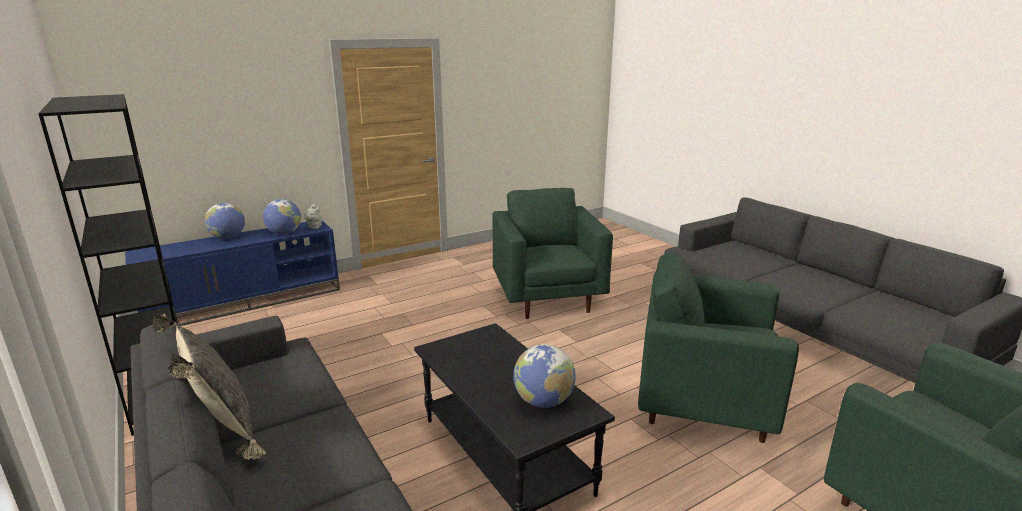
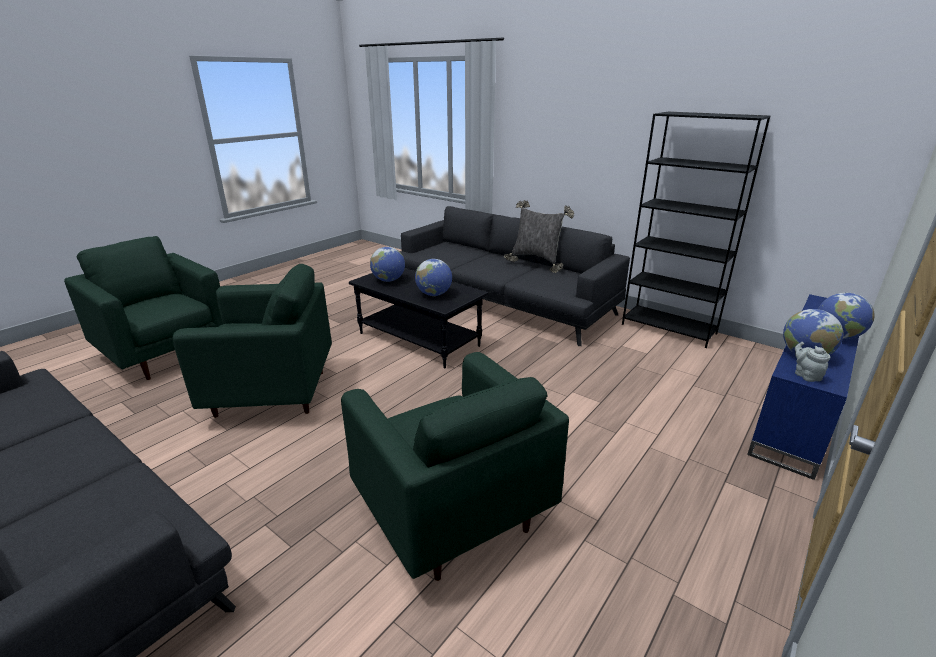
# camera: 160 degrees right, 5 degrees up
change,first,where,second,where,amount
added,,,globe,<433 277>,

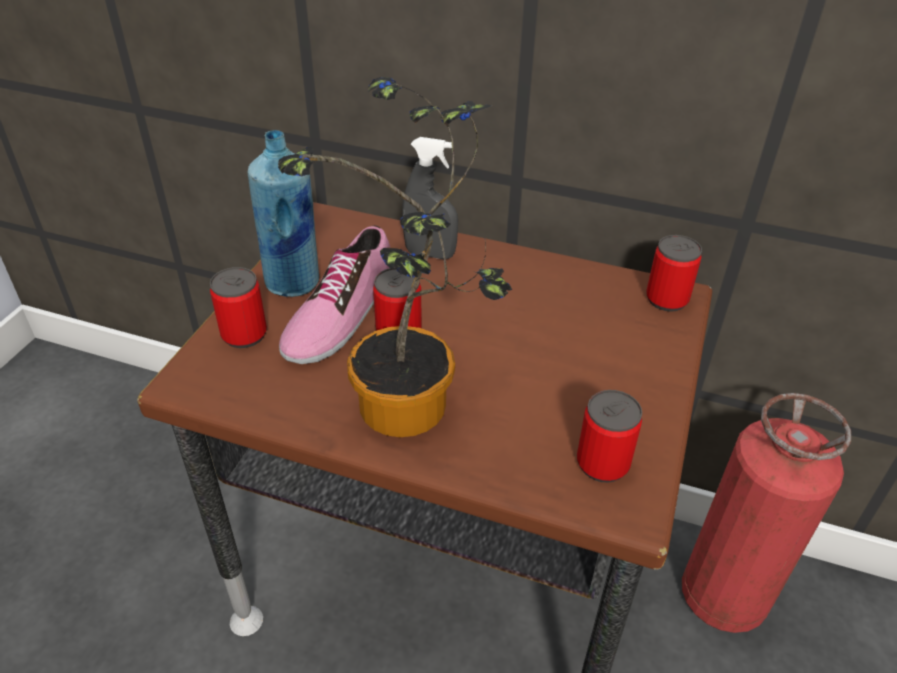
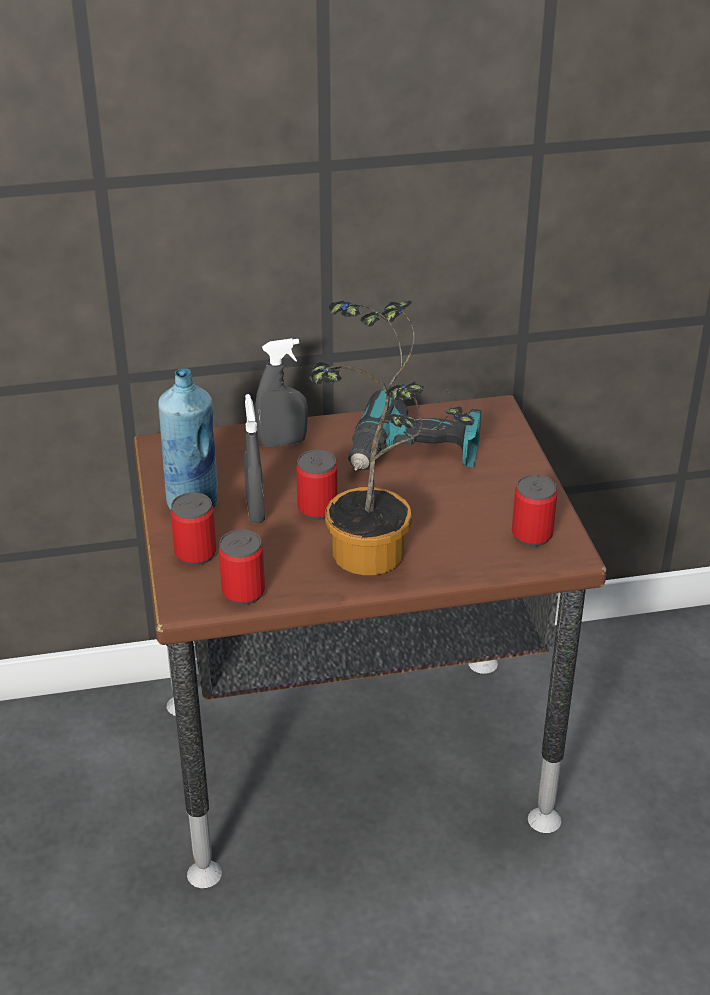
# camera: 30 degrees left, 5 degrees down
change,first,where,second,where,amount
replaced,shoe,<335 294>,spray bottle (grey),<254 459>,
moved,can,<674 273>,,<242 567>,
removed,fire extinguisher,<766 513>,,,
added,,,power drill,<414 430>,

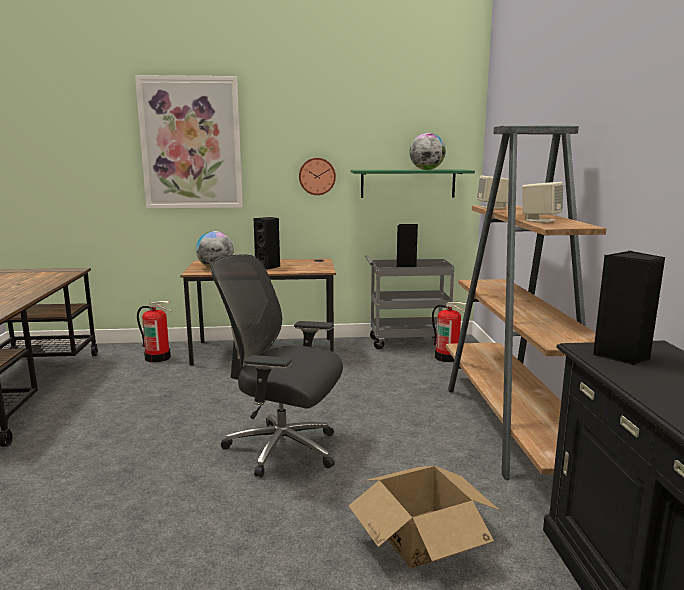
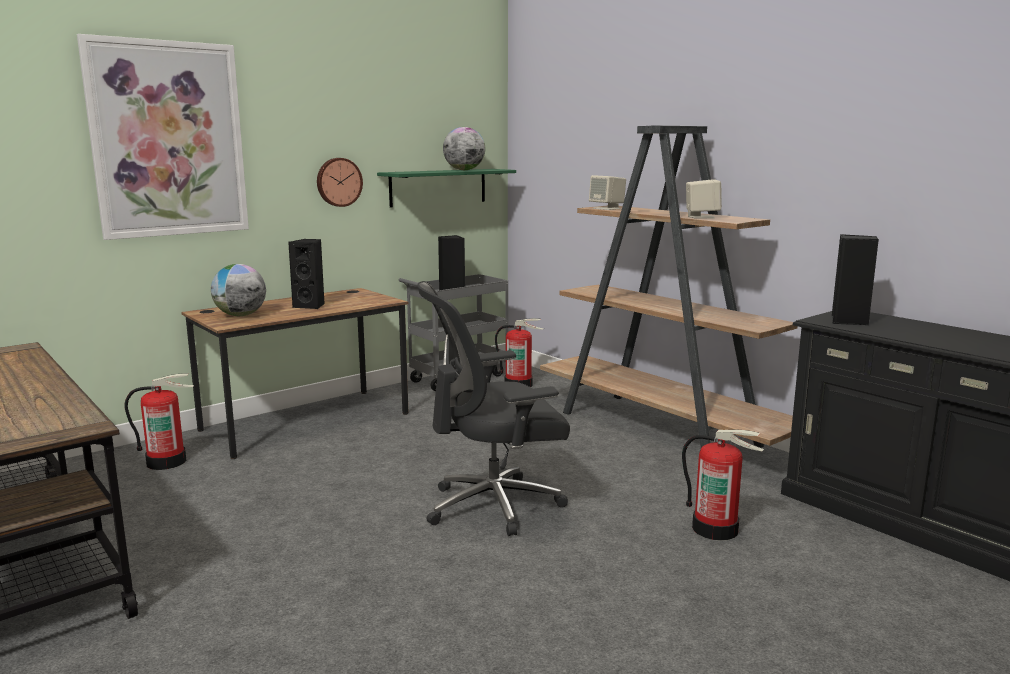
# camera: 35 degrees left, 0 degrees up
change,first,where,second,where,amount
replaced,cardboard box,<424 517>,fire extinguisher,<723 485>,

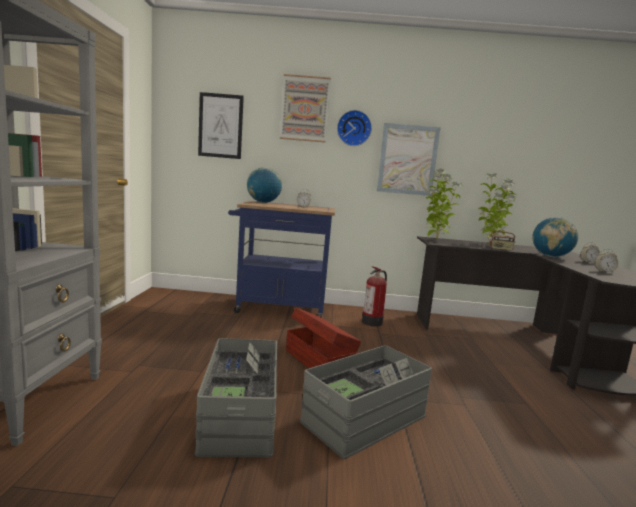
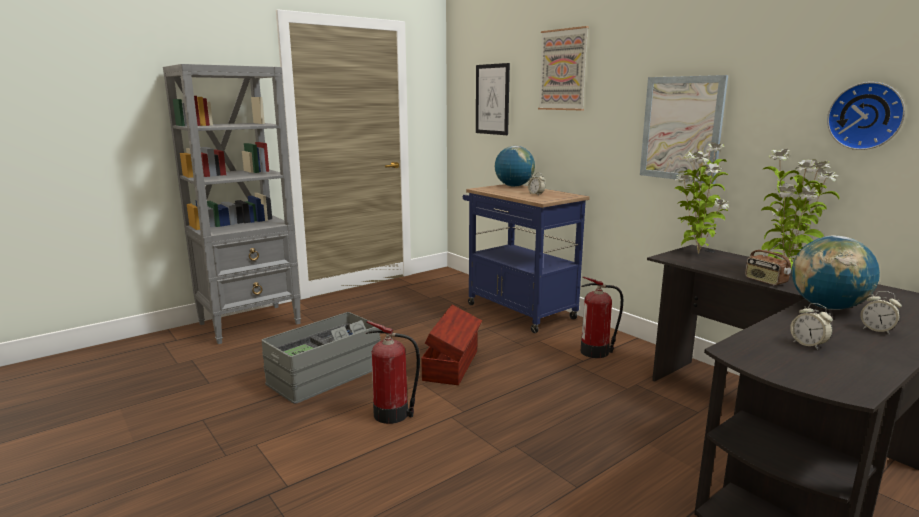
# camera: 50 degrees right, 5 degrees up
change,first,where,second,where,amount
moved,wall clock,<354 128>,,<866 116>,
replaced,storage box (grey),<366 402>,fire extinguisher,<393 372>,

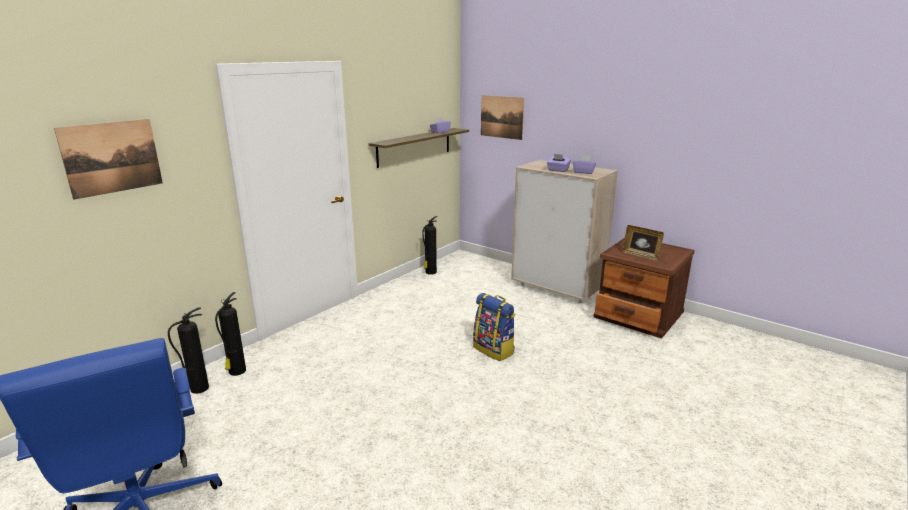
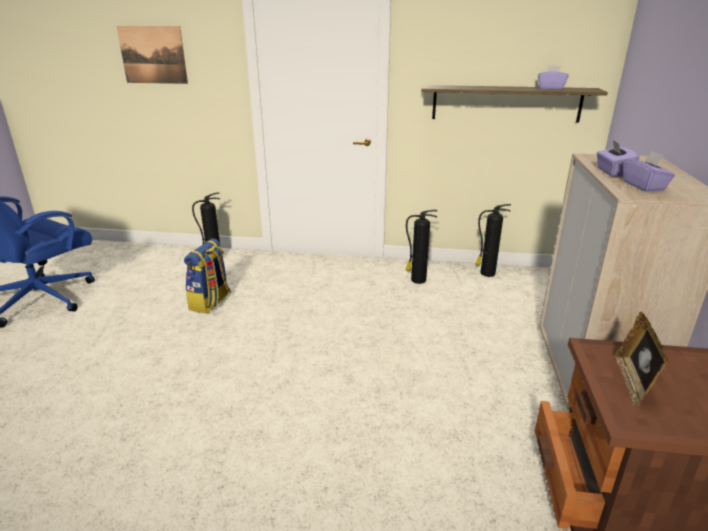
# camera: 60 degrees right, 5 degrees up
change,first,where,second,where,amount
removed,picture,<502 117>,,,
moved,backpack,<494 327>,,<207 276>,
moved,fire extinguisher,<188 350>,,<421 247>,

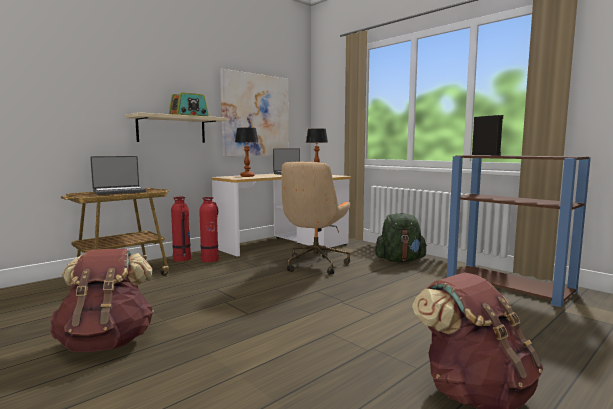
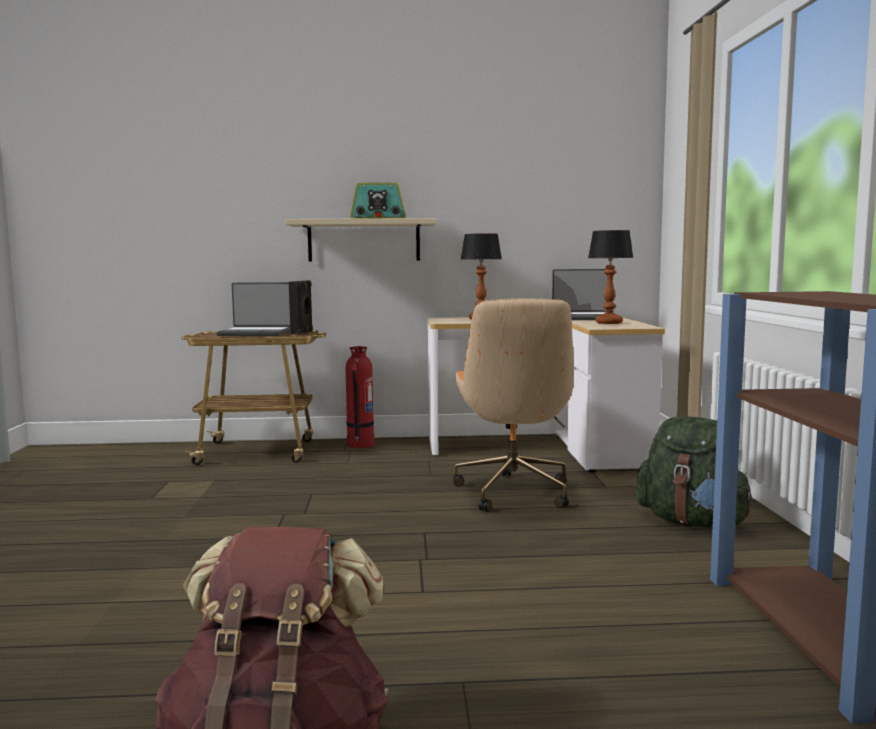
# camera: 40 degrees right, 0 degrees up
change,first,where,second,where,amount
removed,picture,<254 112>,,,
moved,speaker (black),<487 135>,,<301 307>,
turned,office chair (orange),<316 218>,,<513 405>,60 degrees counterclockwise
removed,fire extinguisher,<209 229>,,,
removed,backpack (brown),<102 300>,,,

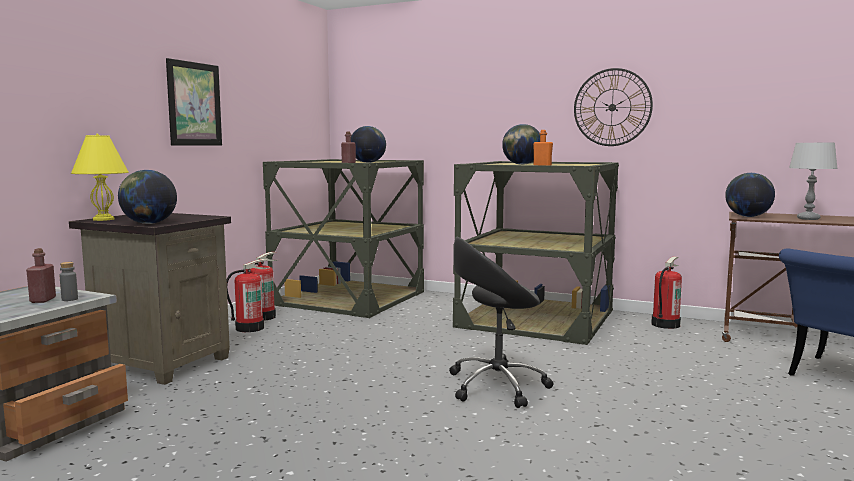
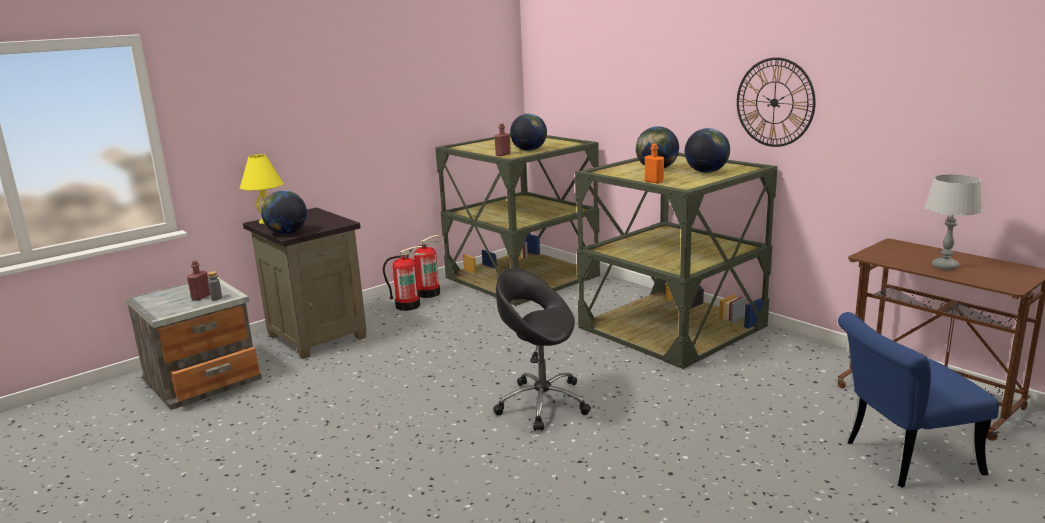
# camera: 25 degrees right, 10 degrees up
change,first,where,second,where,amount
removed,picture,<194 102>,,,
moved,globe,<750 195>,,<707 150>,
removed,fire extinguisher,<666 292>,,,

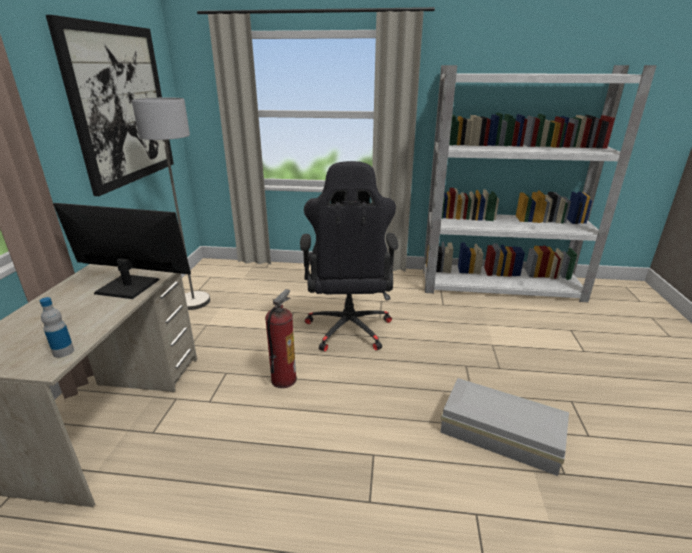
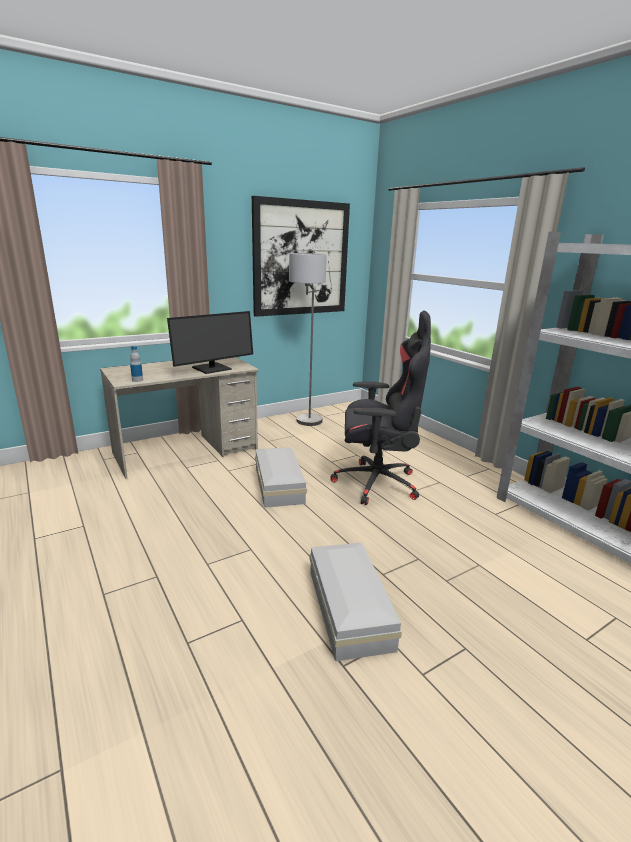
# camera: 50 degrees right, 5 degrees down
change,first,where,second,where,amount
turned,office chair (black),<349 256>,,<380 407>,135 degrees counterclockwise
turned,monitor,<122 251>,,<210 342>,75 degrees clockwise
replaced,fire extinguisher,<281 338>,storage box (white),<281 477>,

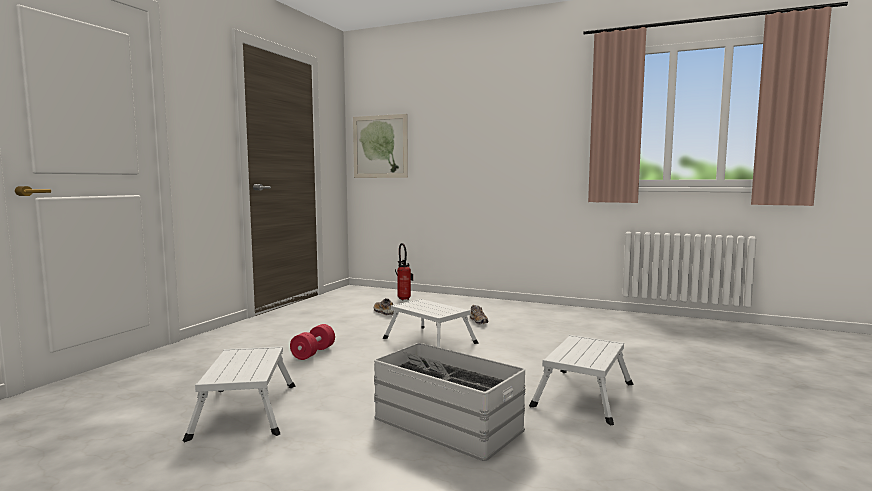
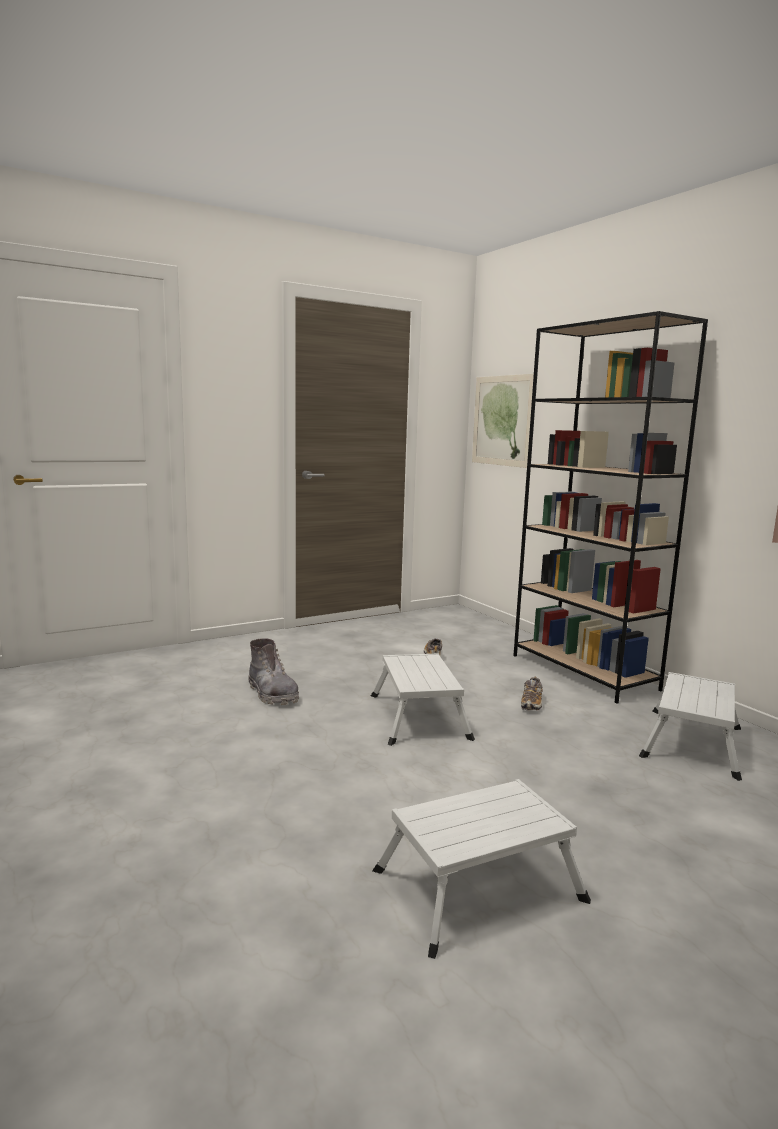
# camera: 35 degrees right, 5 degrees up
change,first,where,second,where,amount
removed,fire extinguisher,<404 271>,,,
replaced,dumbbell (red),<312 342>,boot (grey),<274 671>,
removed,storage box (grey),<449 402>,,,
moved,step ladder (white),<239 394>,,<690 726>,
added,,,bookcase (beige),<610 507>,

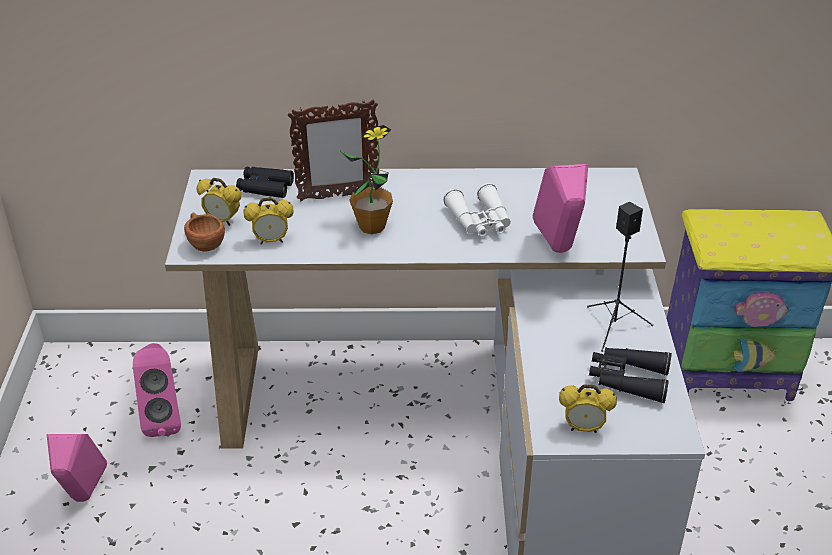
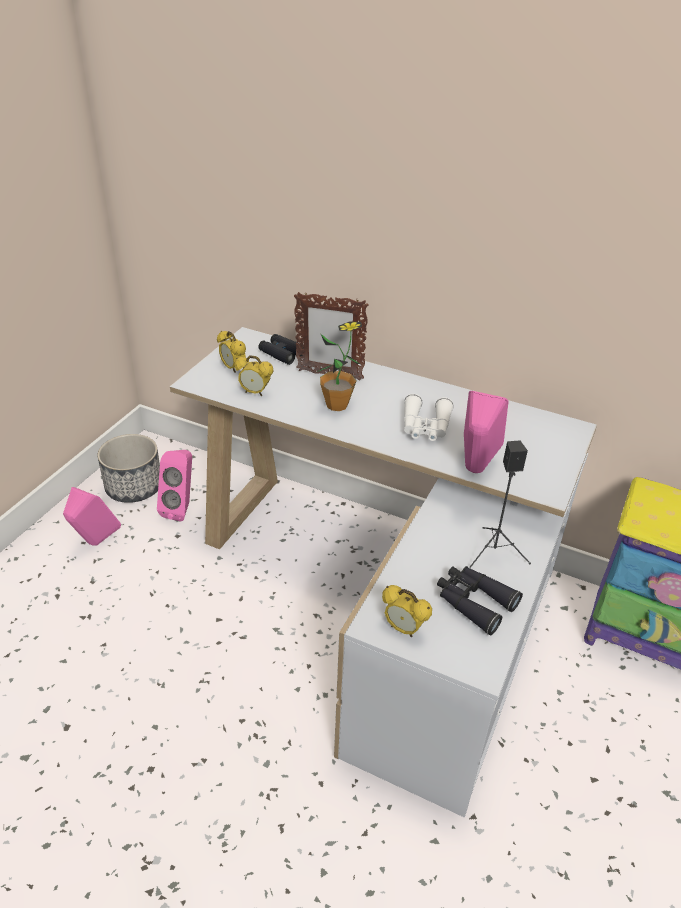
# camera: 25 degrees right, 0 degrees up
change,first,where,second,where,amount
removed,cup (brown),<204 232>,,,
added,,,planter,<128 468>,

